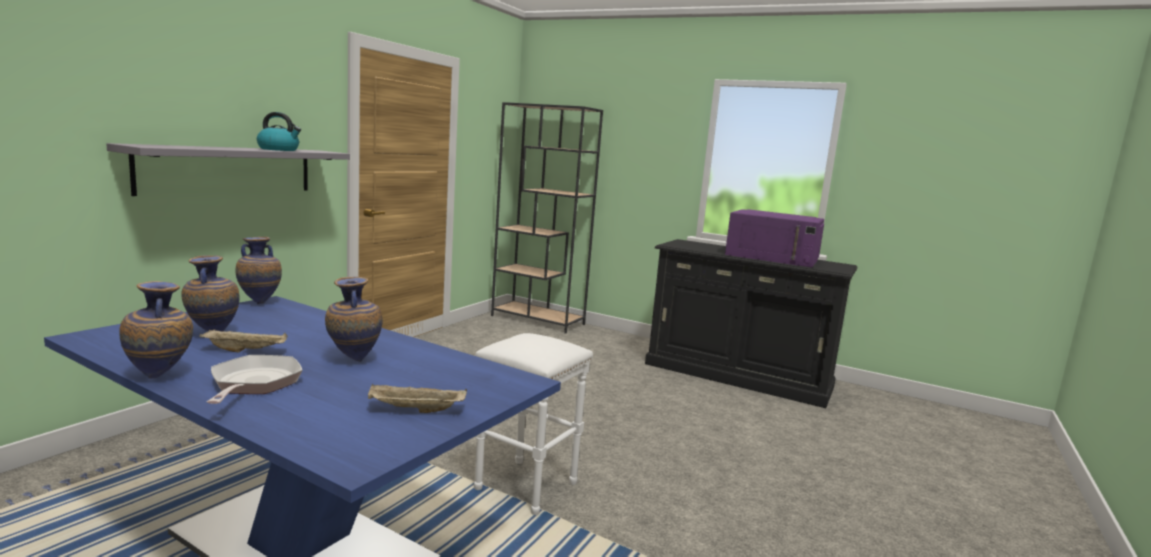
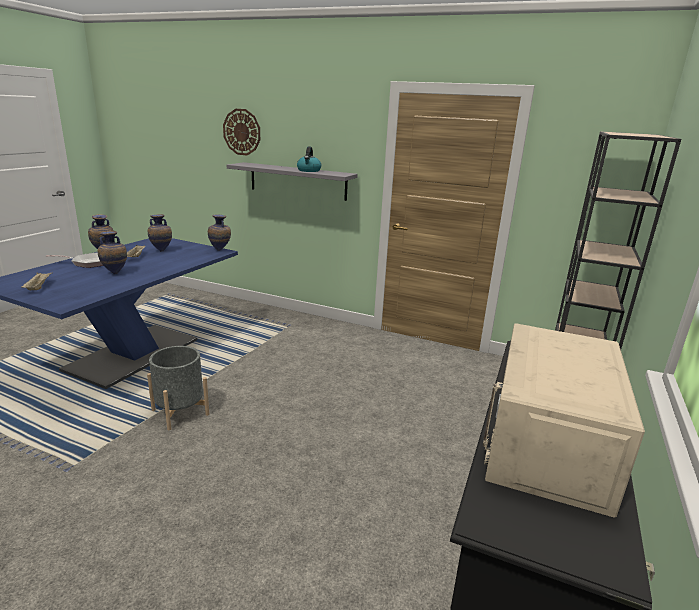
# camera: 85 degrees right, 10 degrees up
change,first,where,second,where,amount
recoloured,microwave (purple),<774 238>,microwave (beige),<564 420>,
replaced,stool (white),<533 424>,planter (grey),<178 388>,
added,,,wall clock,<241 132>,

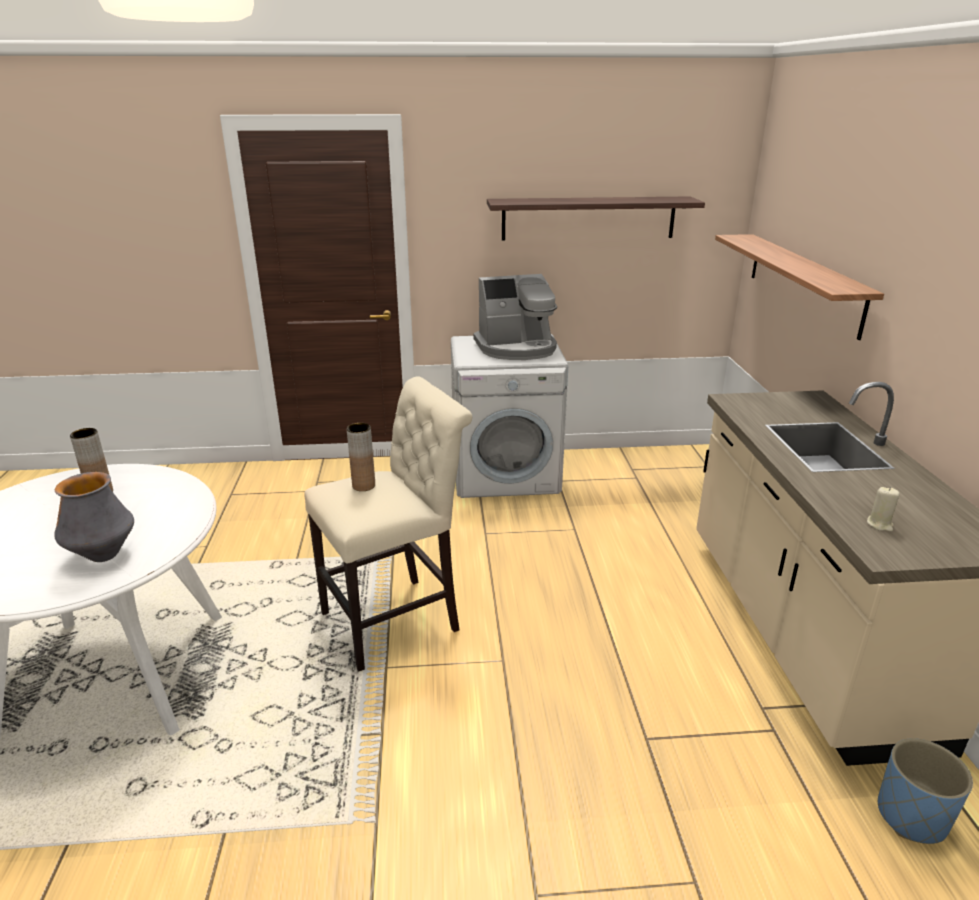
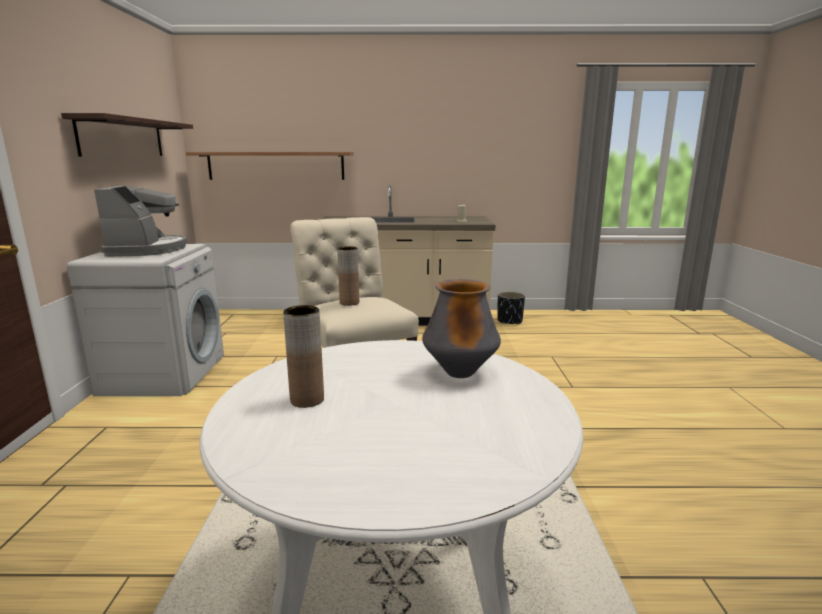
# camera: 85 degrees left, 10 degrees down
change,first,where,second,where,amount
recoloured,planter (blue),<925 791>,planter (black),<511 308>,

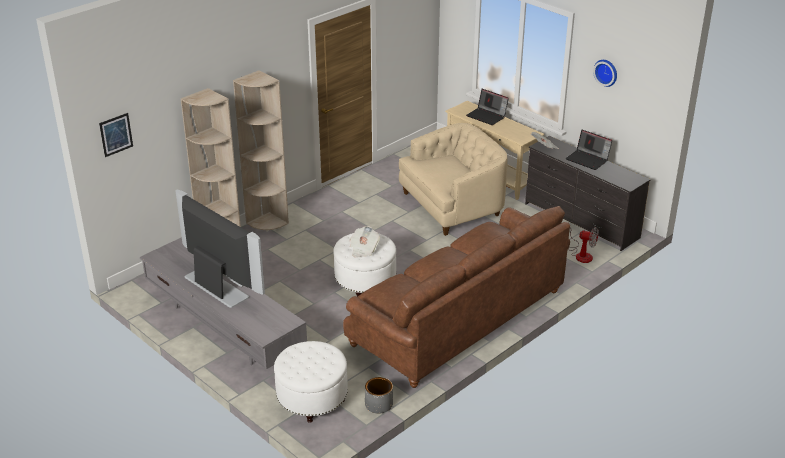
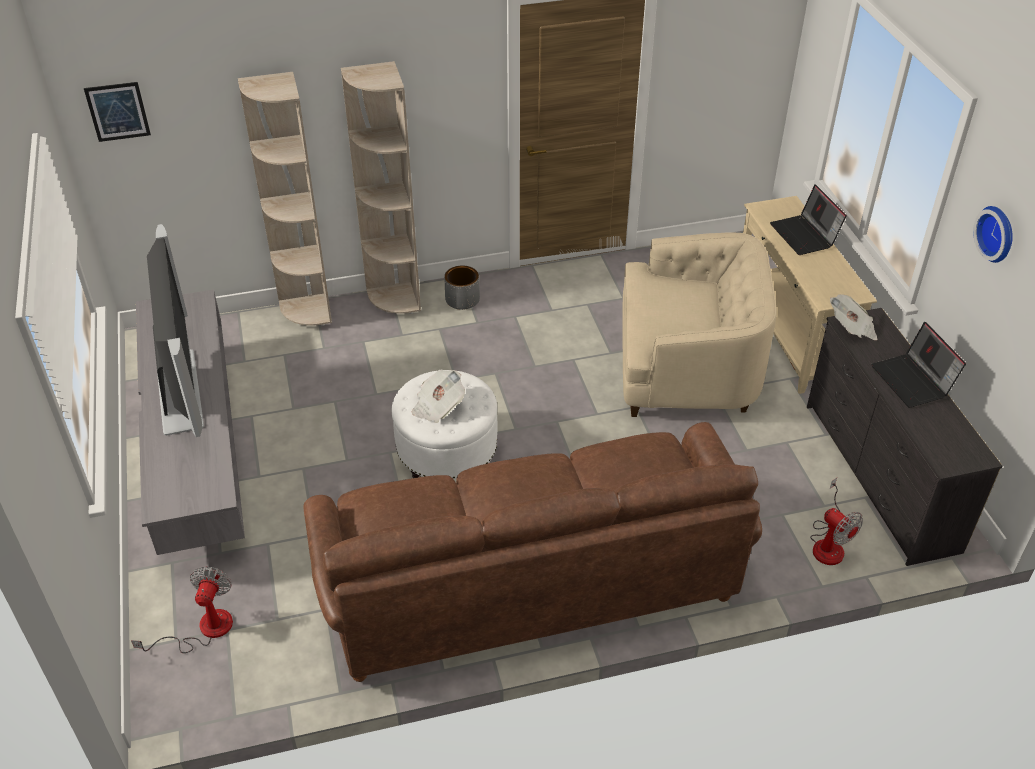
# camera: 30 degrees right, 10 degrees up
change,first,where,second,where,amount
replaced,ottoman (white),<311 382>,fan,<182 609>,
moved,planter (grey),<379 395>,,<462 287>,

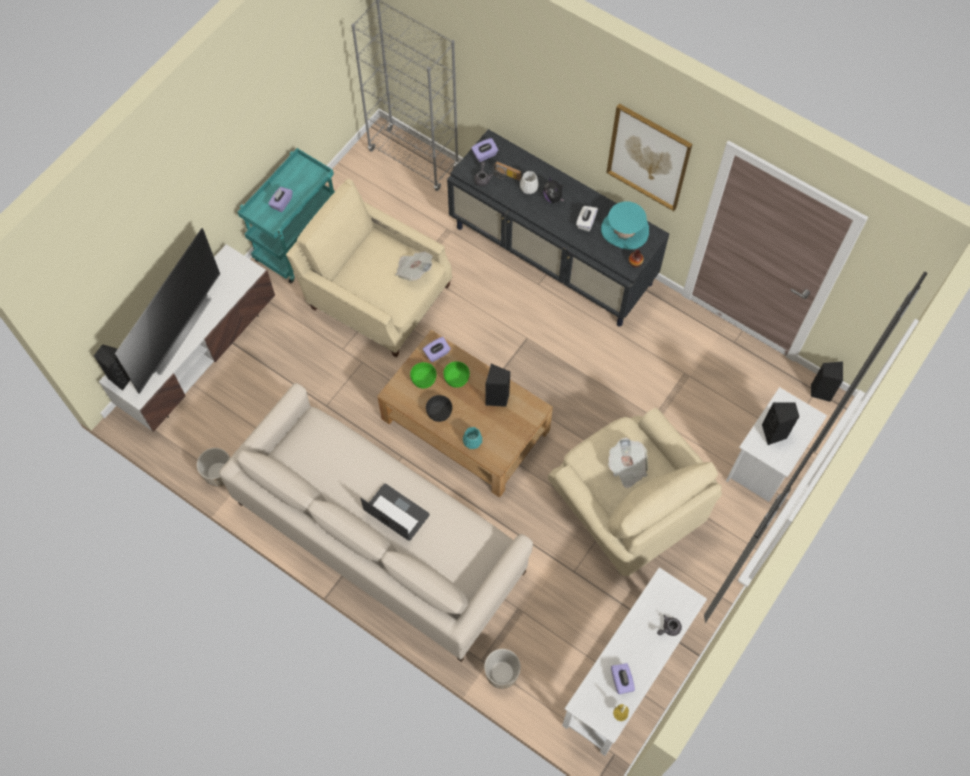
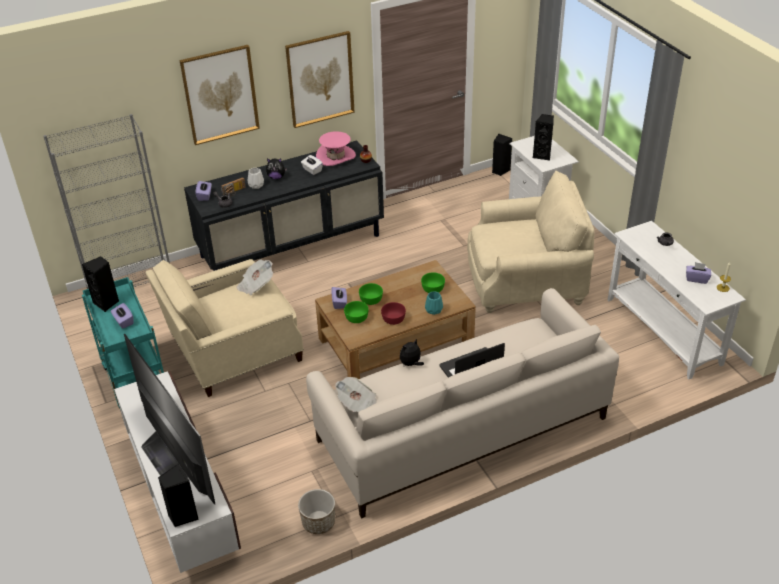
# camera: 60 degrees left, 25 degrees down
change,first,where,second,where,amount
recoloured,hat (turquoise),<625 225>,hat (pink),<336 148>,
moved,speaker (black),<498 385>,,<100 284>,
recoloured,bowl (black),<439 408>,bowl (red),<393 313>,
moved,newspaper,<628 462>,,<356 394>,
removed,planter,<502 669>,,,
added,,,picture,<220 95>,
added,,,bowl (green),<433 282>,
added,,,plush toy,<412 352>,

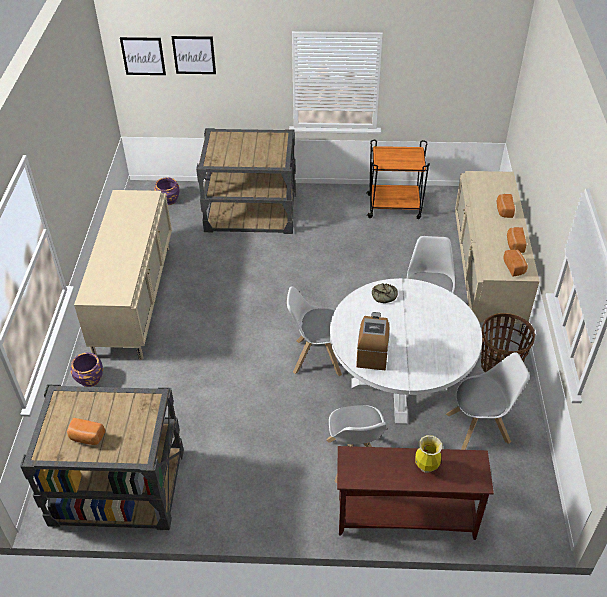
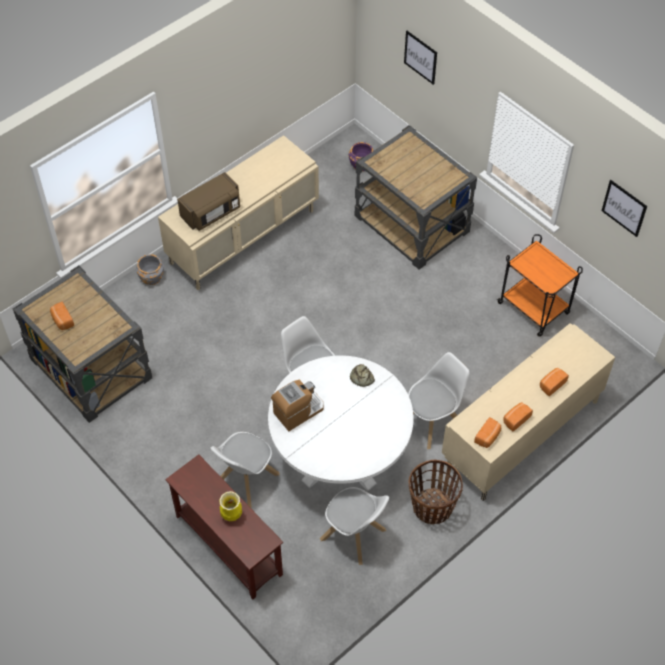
# camera: 45 degrees right, 10 degrees up
change,first,where,second,where,amount
moved,picture,<143 56>,,<624 208>,
recoloured,planter (purple),<87 370>,planter (grey),<150 269>,
added,,,microwave (brown),<208 201>,

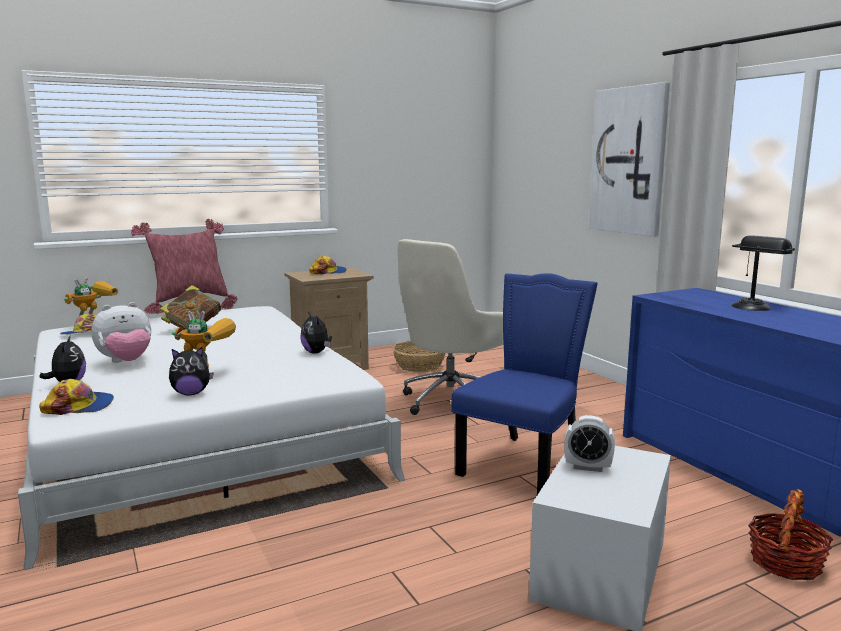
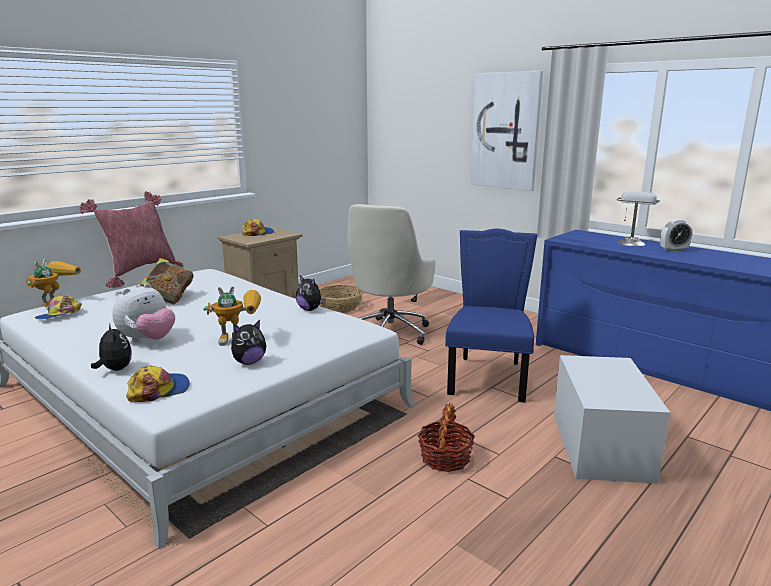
# camera: 20 degrees left, 5 degrees up
change,first,where,second,where,amount
recoloured,table lamp (black),<763 273>,table lamp (white),<638 218>,
moved,alarm clock,<589 443>,,<676 235>,
moved,basket,<790 534>,,<446 437>,

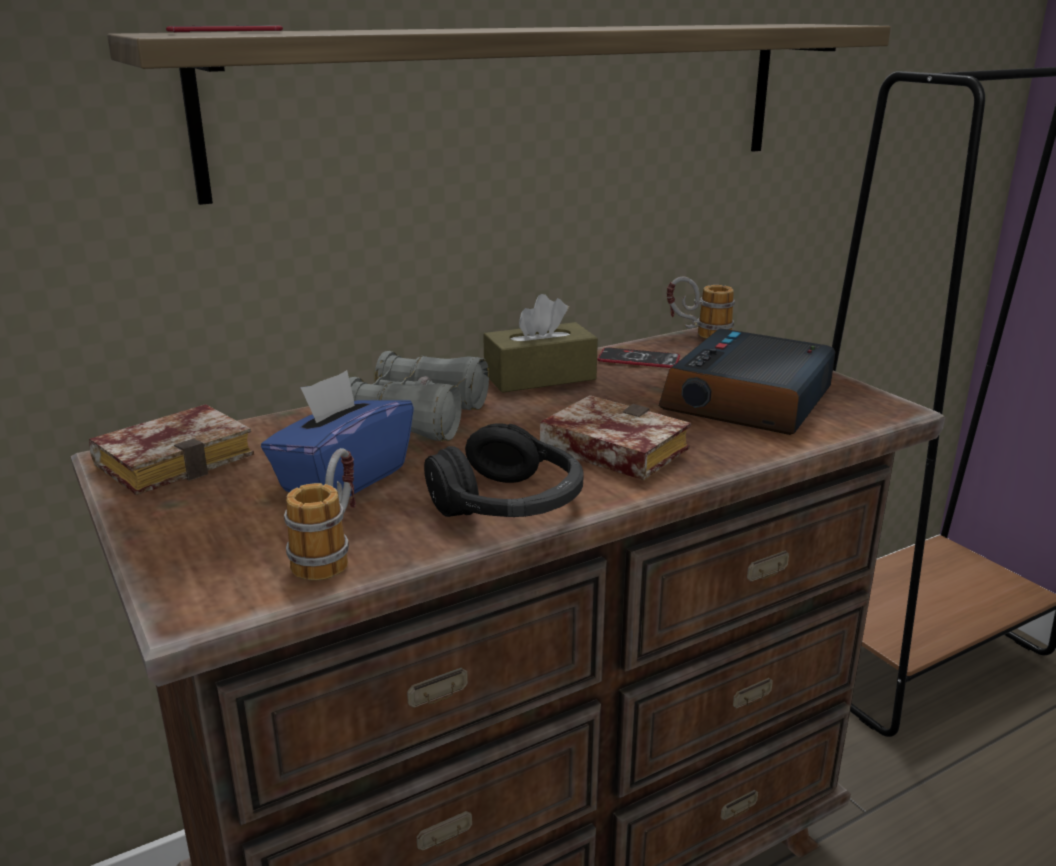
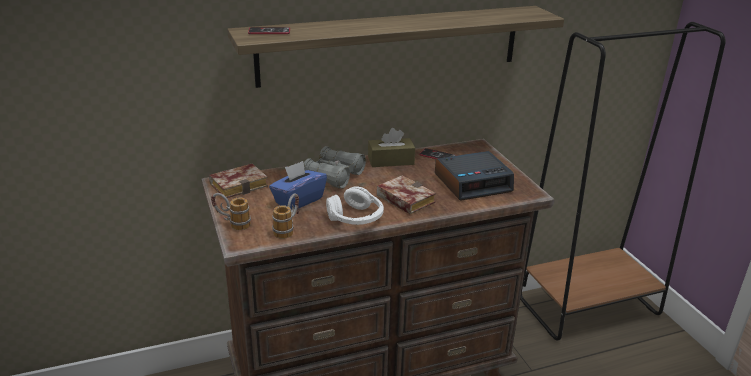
# camera: 10 degrees right, 5 degrees up
change,first,where,second,where,amount
moved,mug,<701 308>,,<231 211>,
turned,alarm clock,<747 381>,,<474 176>,150 degrees counterclockwise
recoloured,headphones (black),<504 470>,headphones (white),<355 205>,

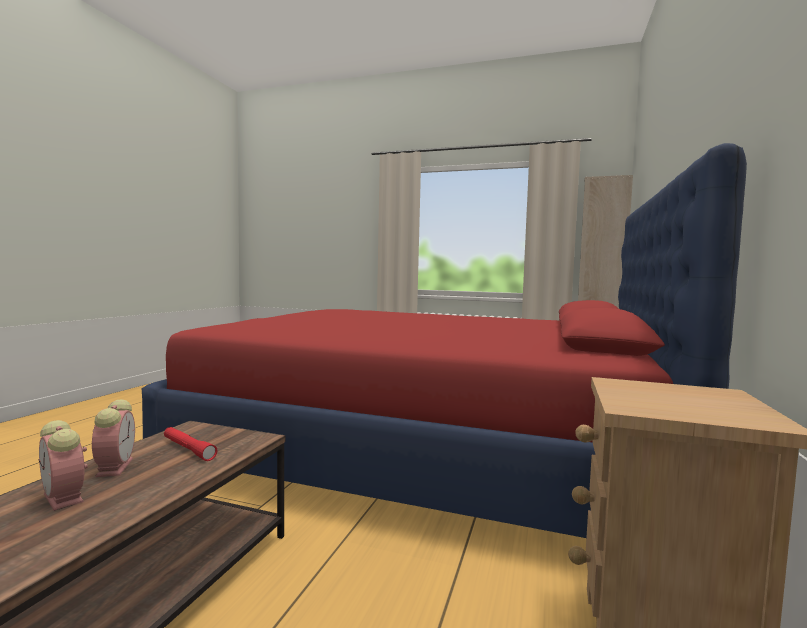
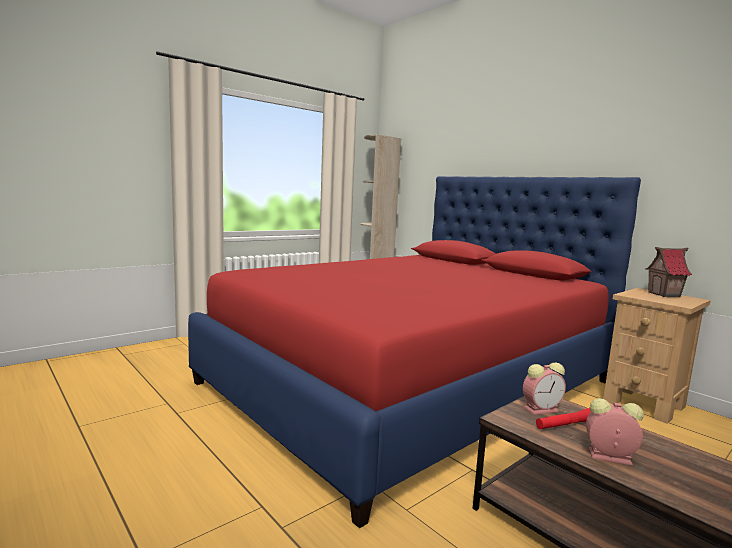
# camera: 60 degrees left, 5 degrees up
change,first,where,second,where,amount
moved,alarm clock,<63 465>,,<544 389>,
added,,,toy house,<669 272>,

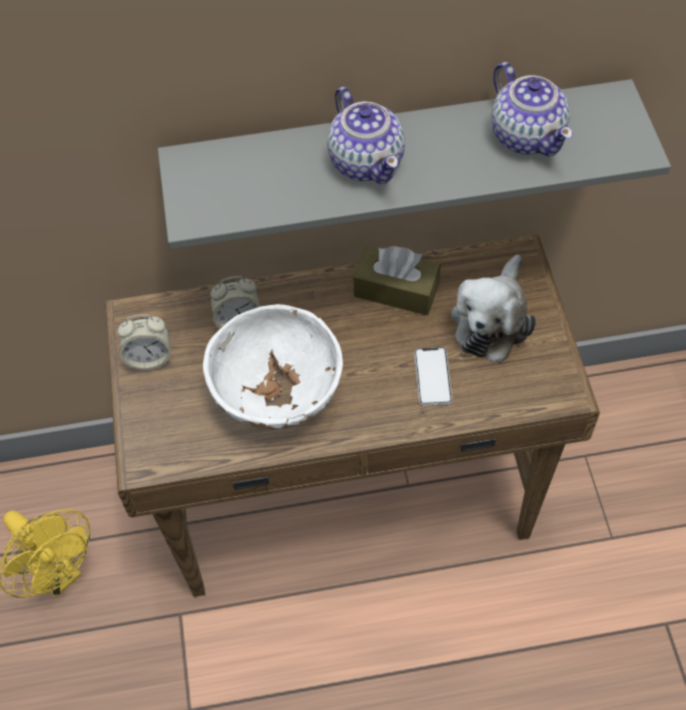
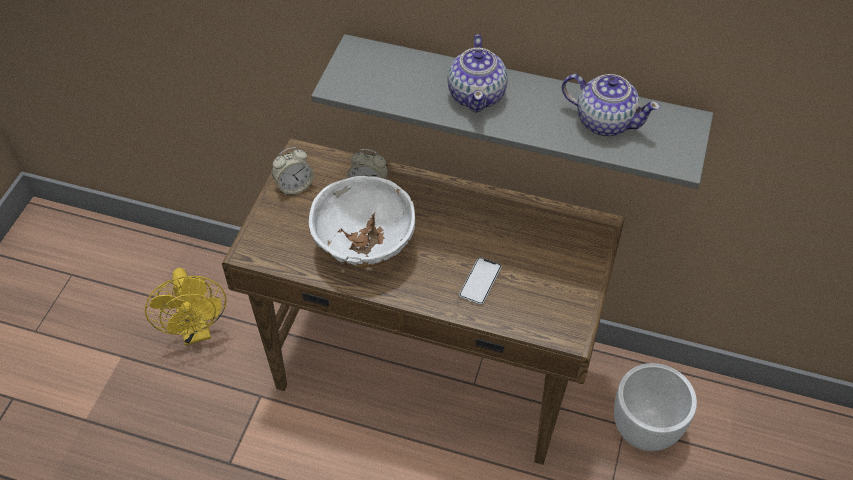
# camera: 25 degrees right, 5 degrees down
change,first,where,second,where,amount
turned,teapot,<532 109>,,<611 105>,60 degrees counterclockwise
removed,tissue box (brown),<397 280>,,,
removed,plush toy,<493 308>,,,
turned,alarm clock,<144 342>,,<293 171>,45 degrees counterclockwise
added,,,planter (white),<655 407>,

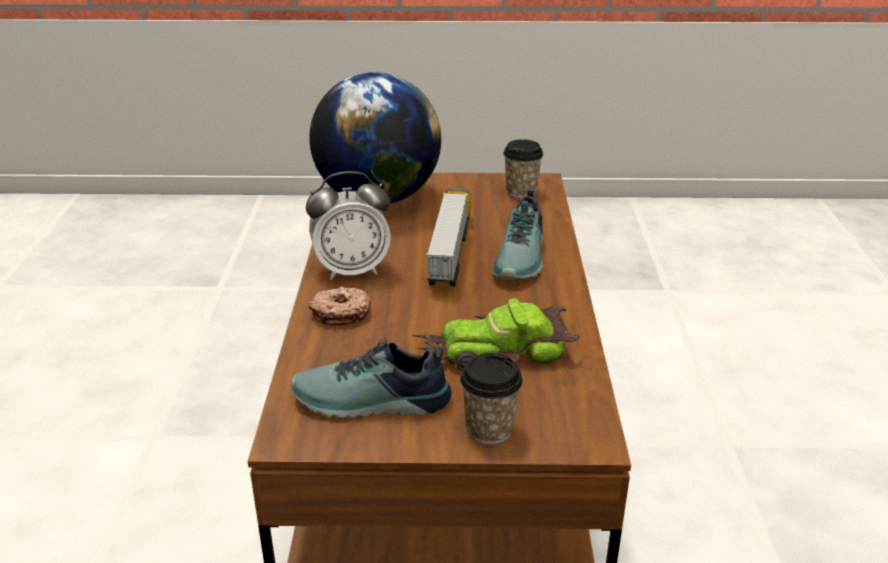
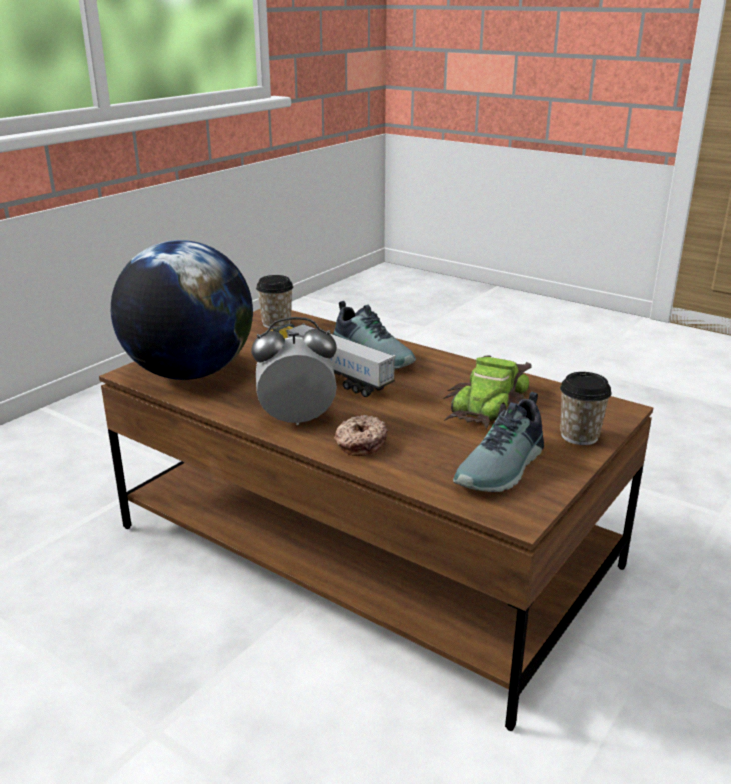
# camera: 55 degrees left, 5 degrees down
change,first,where,second,where,amount
turned,alarm clock,<348 225>,,<294 371>,120 degrees counterclockwise

